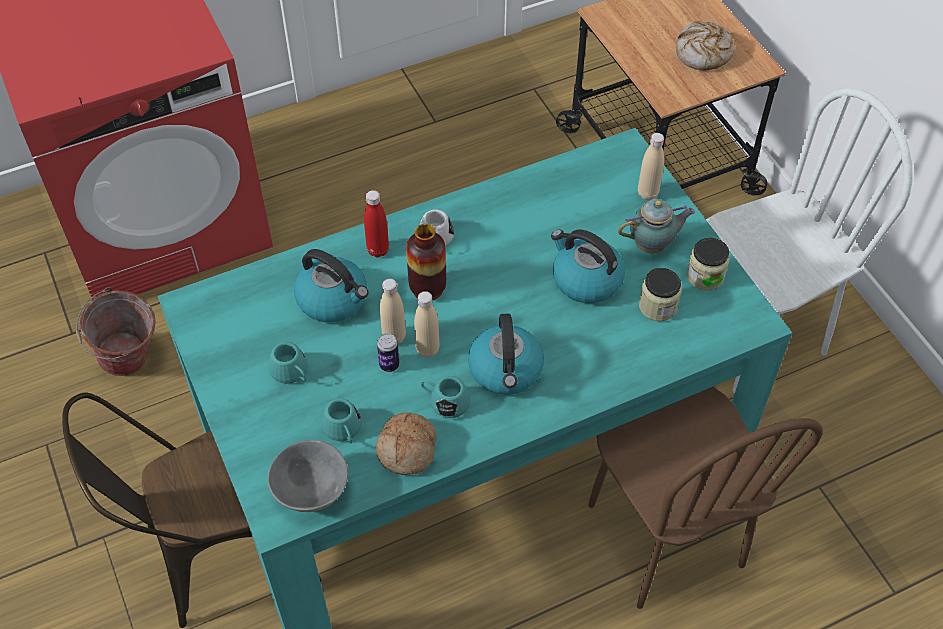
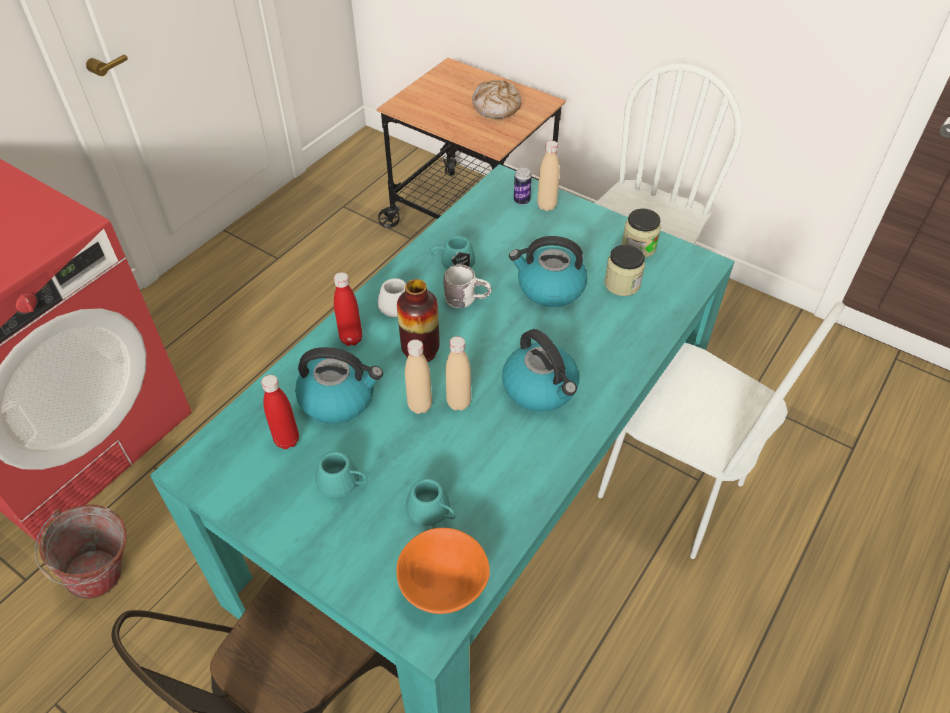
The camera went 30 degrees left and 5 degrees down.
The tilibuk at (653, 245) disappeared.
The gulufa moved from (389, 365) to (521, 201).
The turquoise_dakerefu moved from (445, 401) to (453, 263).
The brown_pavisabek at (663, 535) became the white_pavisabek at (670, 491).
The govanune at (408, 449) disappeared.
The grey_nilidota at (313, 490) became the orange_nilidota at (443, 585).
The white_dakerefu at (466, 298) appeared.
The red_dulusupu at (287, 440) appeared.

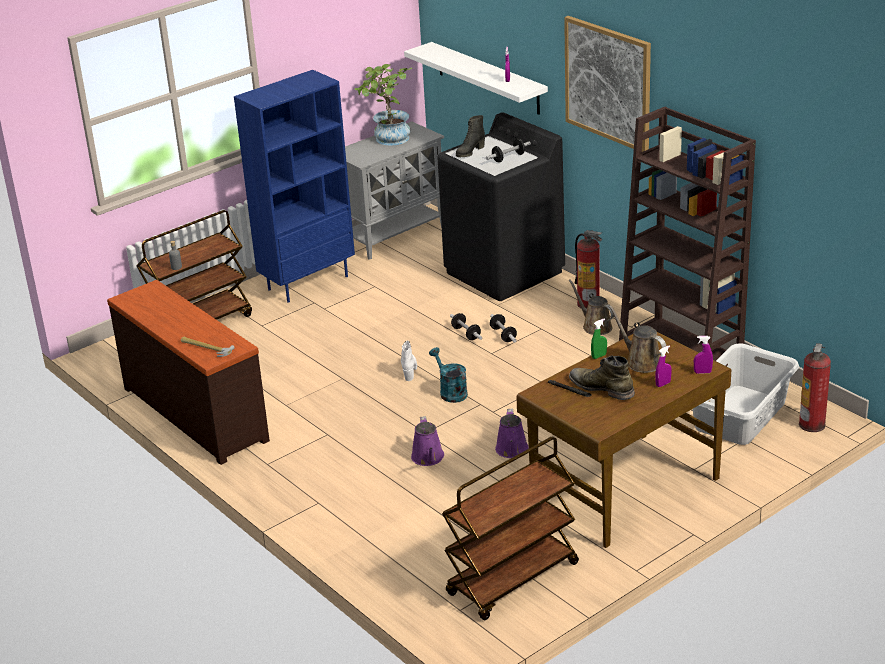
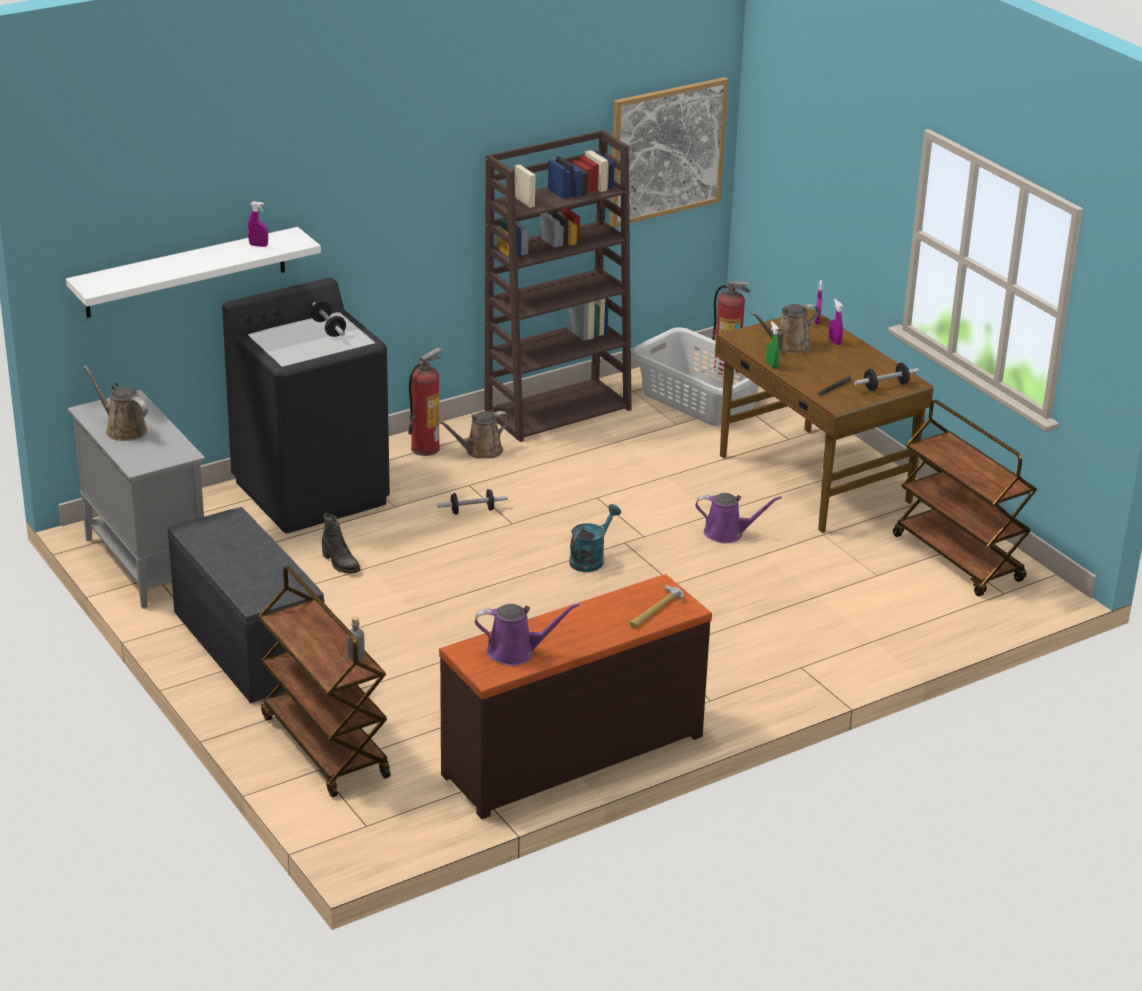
The camera went 85 degrees left and 0 degrees up.
The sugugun moved from (608, 83) to (667, 151).
The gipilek at (388, 140) was replaced by the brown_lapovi at (123, 429).
The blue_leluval at (308, 282) was replaced by the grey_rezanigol at (246, 644).
The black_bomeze moved from (470, 152) to (340, 564).
The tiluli moved from (466, 333) to (885, 386).
The white_bomeze at (409, 370) disappeared.
The turquoise_lapovi at (450, 392) turned 150 degrees clockwise.
The green_bomeze at (601, 387) disappeared.
The purple_lapovi moved from (428, 458) to (516, 652).

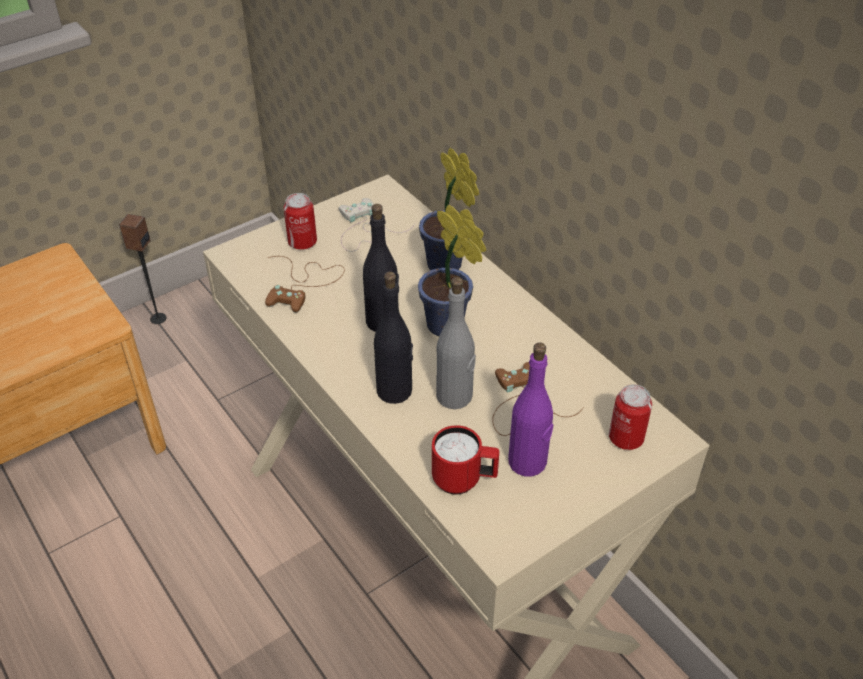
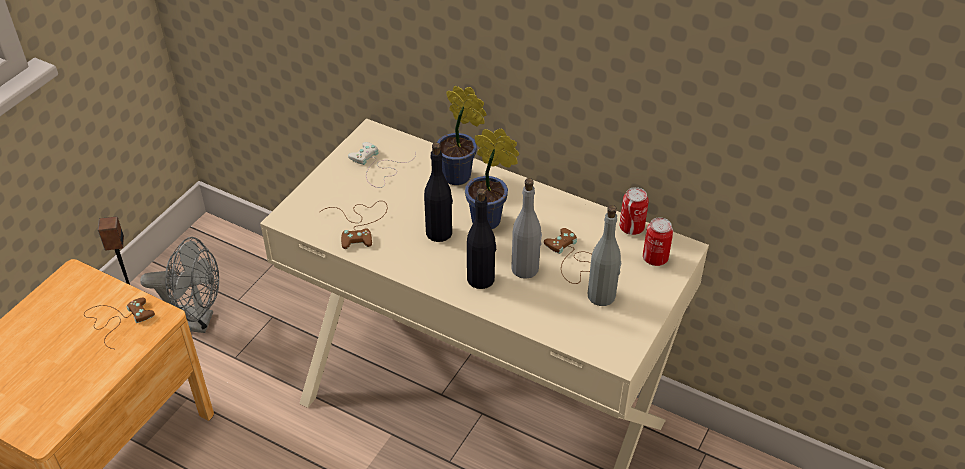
The camera went 25 degrees left and 0 degrees up.
The gulufa moved from (302, 242) to (631, 228).
The purple_dulusupu at (527, 462) became the grey_dulusupu at (602, 296).
The red_dakerefu at (464, 480) disappeared.
The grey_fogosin at (195, 321) appeared.
The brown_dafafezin at (117, 320) appeared.

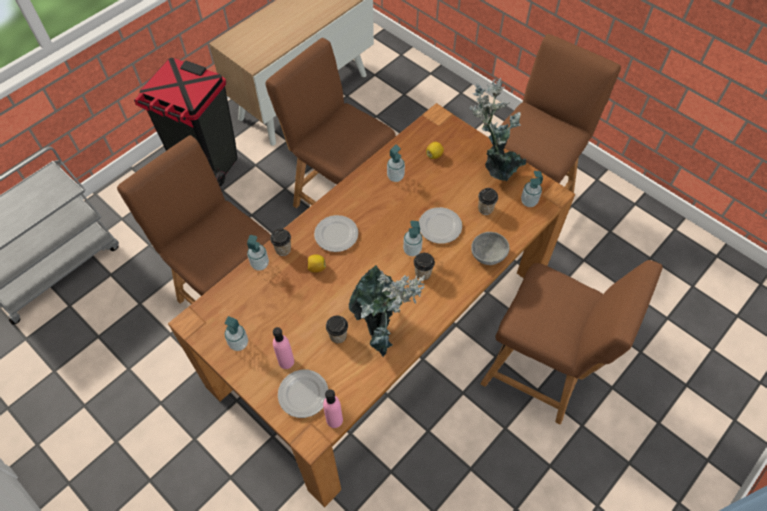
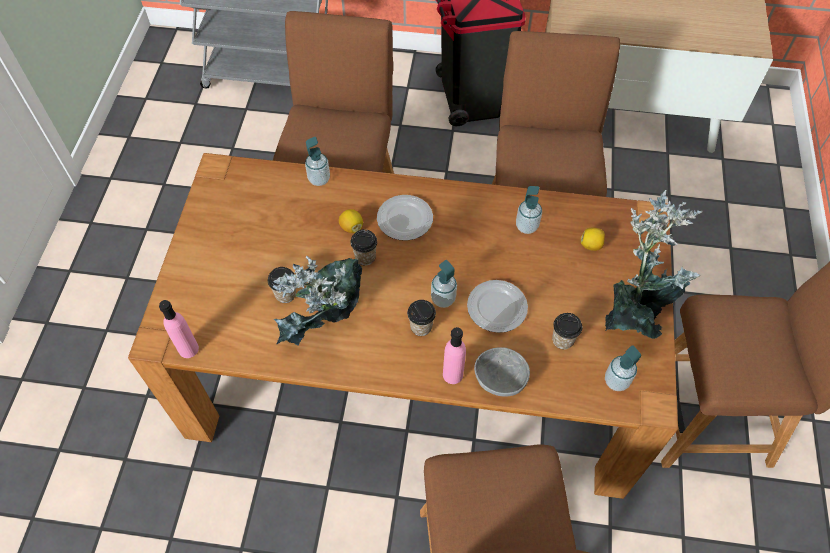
The camera went 55 degrees right and 0 degrees up.
The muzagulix moved from (283, 249) to (365, 257).
The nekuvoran at (239, 343) disappeared.
The pink_dulusupu moved from (286, 361) to (452, 374).
The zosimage at (303, 394) disappeared.

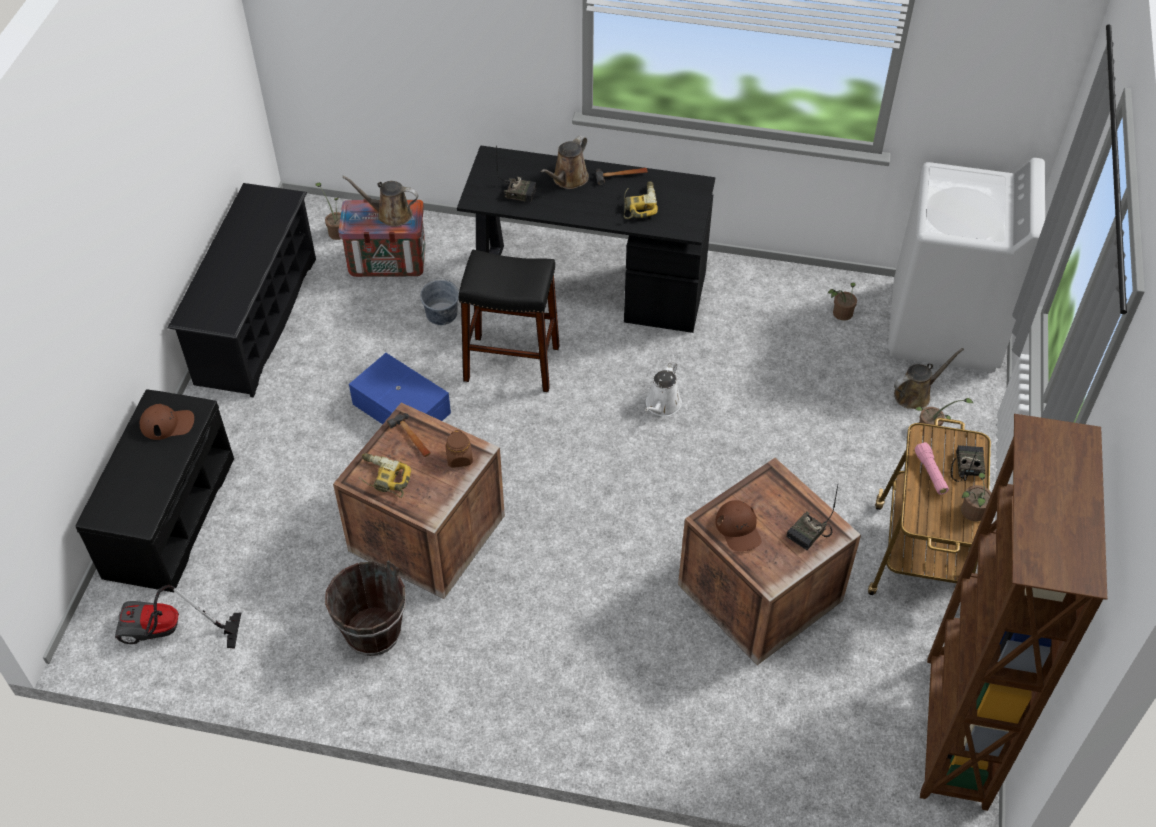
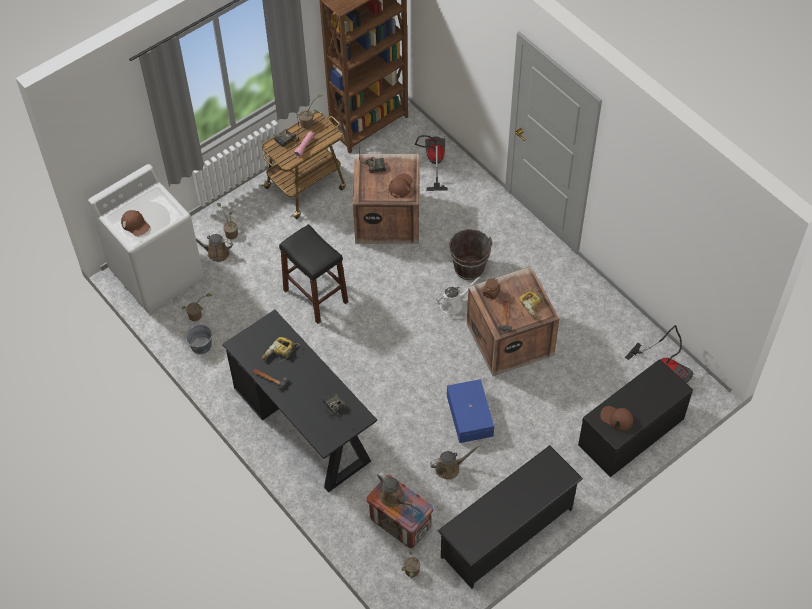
The camera went 140 degrees left and 5 degrees up.
The brown_lapovi moved from (568, 179) to (450, 468).
The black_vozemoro moved from (511, 363) to (315, 296).
The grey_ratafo moved from (441, 314) to (201, 346).
The white_lapovi moved from (662, 406) to (453, 304).
The brown_ratafo moved from (373, 632) to (469, 268).
The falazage at (433, 162) appeared.
The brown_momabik at (135, 224) appeared.

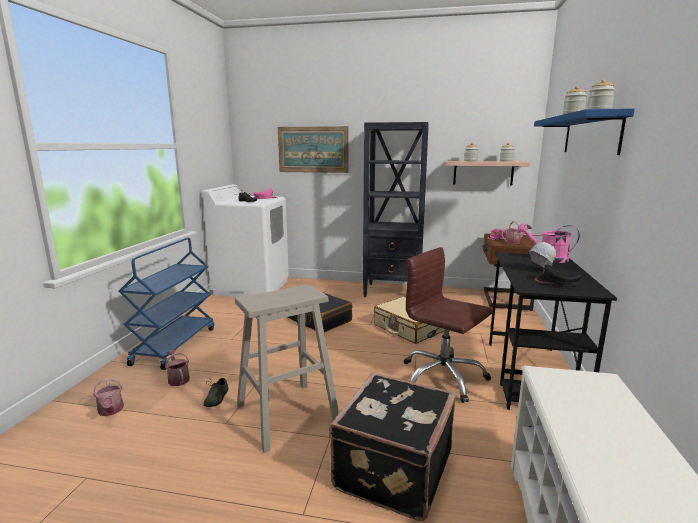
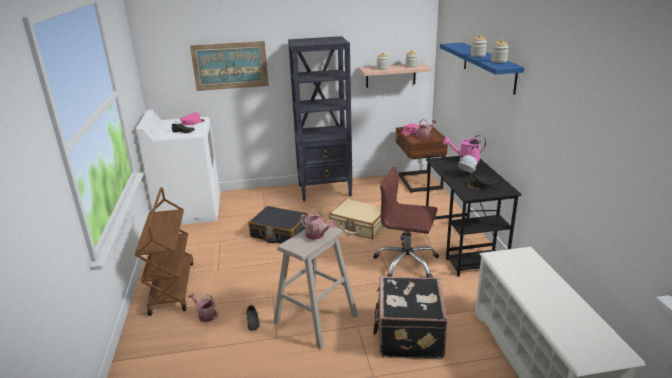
The camera went 20 degrees left and 10 degrees up.
The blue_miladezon at (175, 345) became the brown_miladezon at (172, 287).
The lapovi moved from (111, 411) to (317, 235).

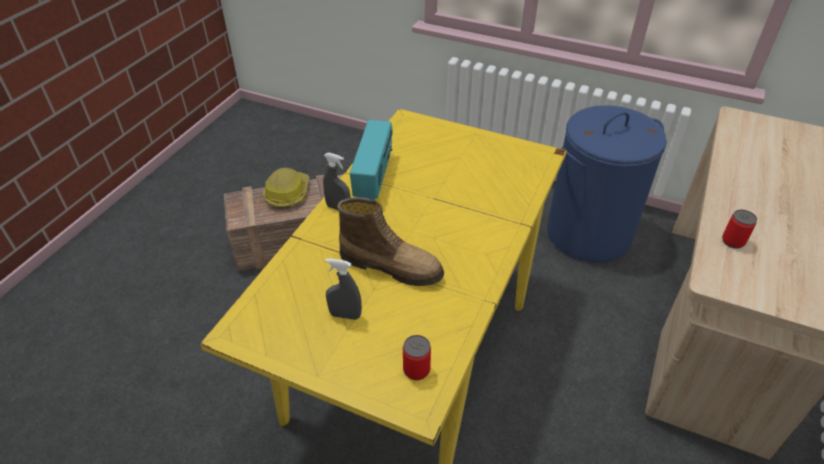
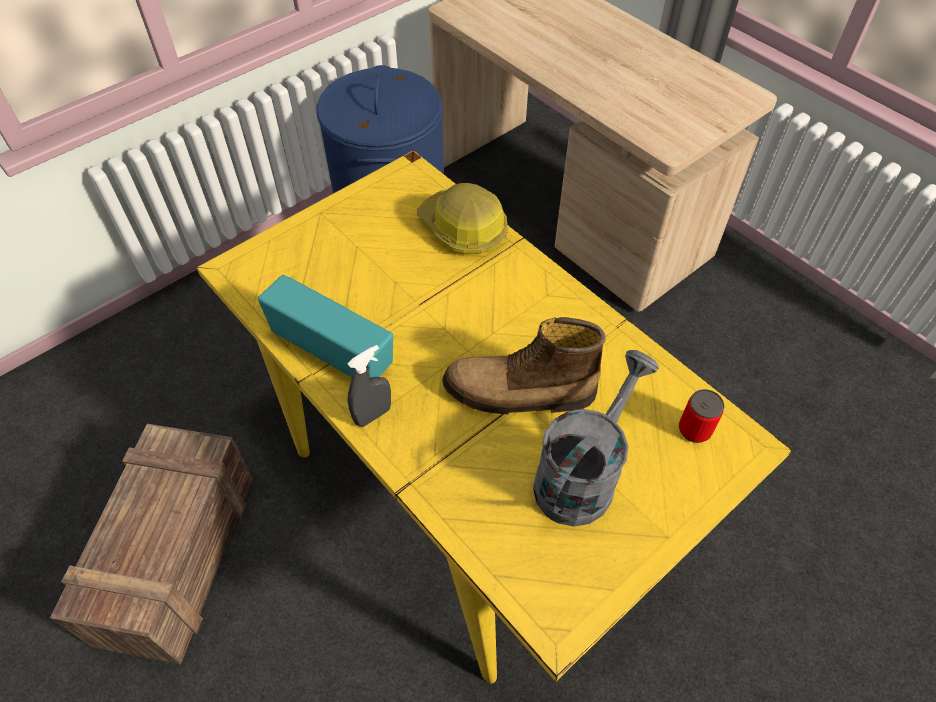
The camera went 65 degrees left and 10 degrees up.
The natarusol moved from (287, 194) to (463, 229).
The bomeze at (391, 265) turned 135 degrees counterclockwise.
The gulufa at (733, 241) disappeared.
The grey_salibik at (345, 315) was replaced by the grey_lapovi at (581, 474).

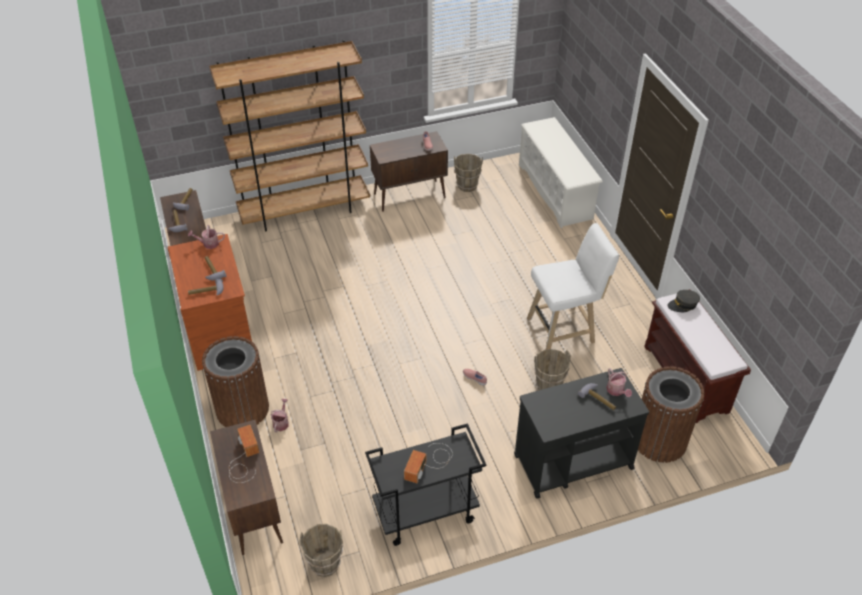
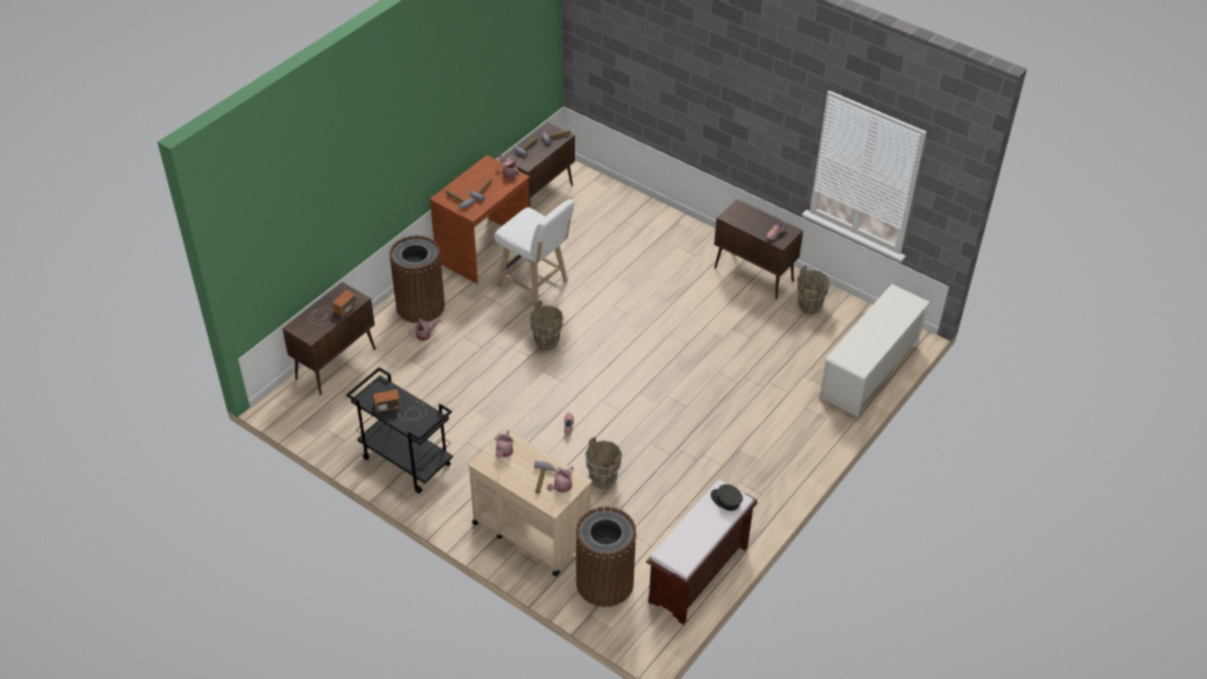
The camera went 55 degrees right and 0 degrees up.
The brown_leluval at (305, 210) disappeared.
The white_vozemoro moved from (564, 330) to (536, 285).
The black_miladezon at (572, 461) became the beige_miladezon at (530, 531).
The brown_ratafo moved from (325, 564) to (546, 342).
The lapovi at (504, 453) appeared.

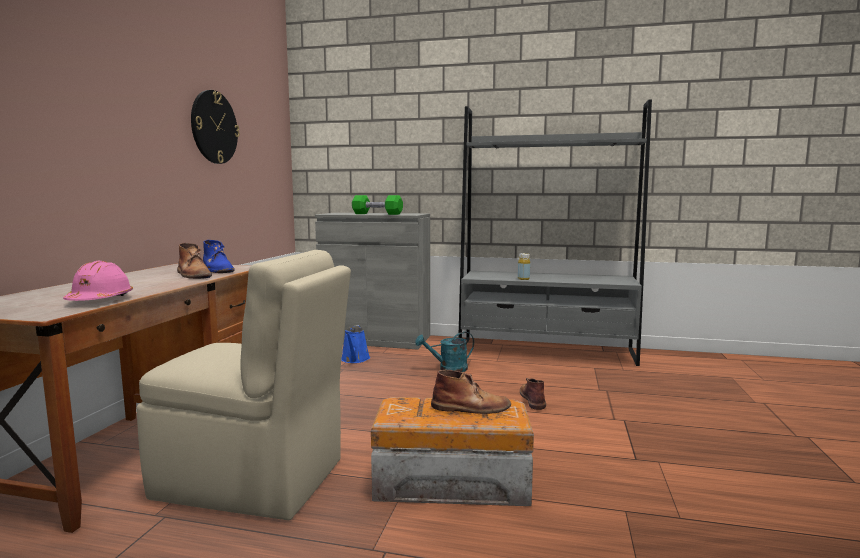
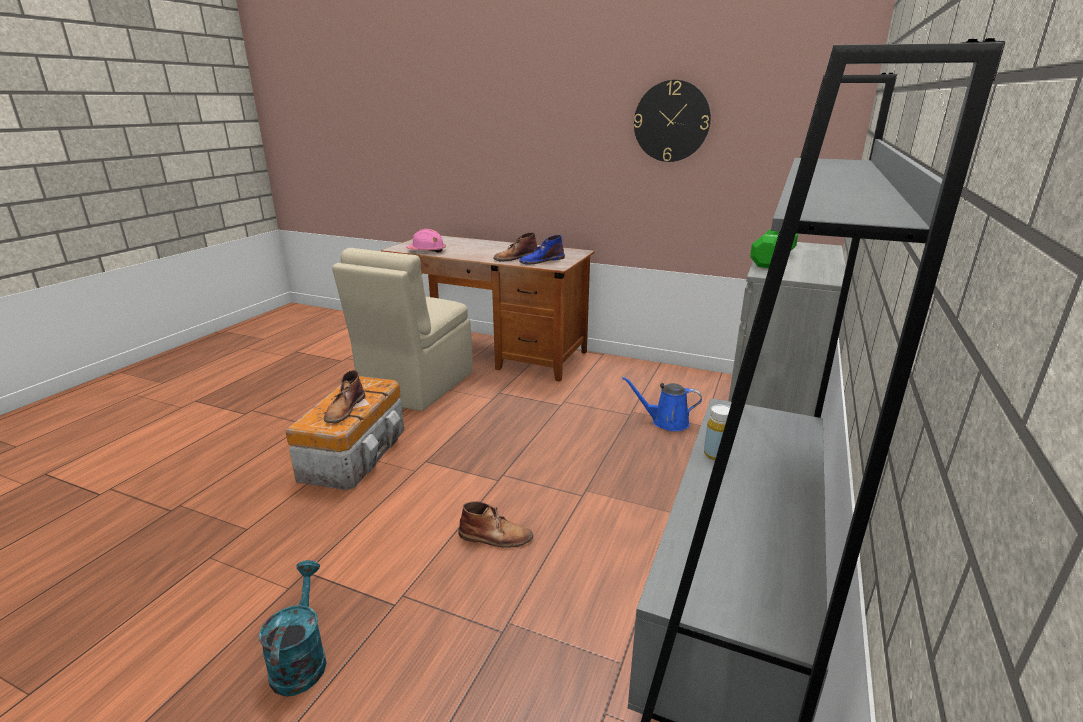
The camera went 100 degrees right and 15 degrees up.
The turquoise_lapovi moved from (448, 369) to (301, 659).

